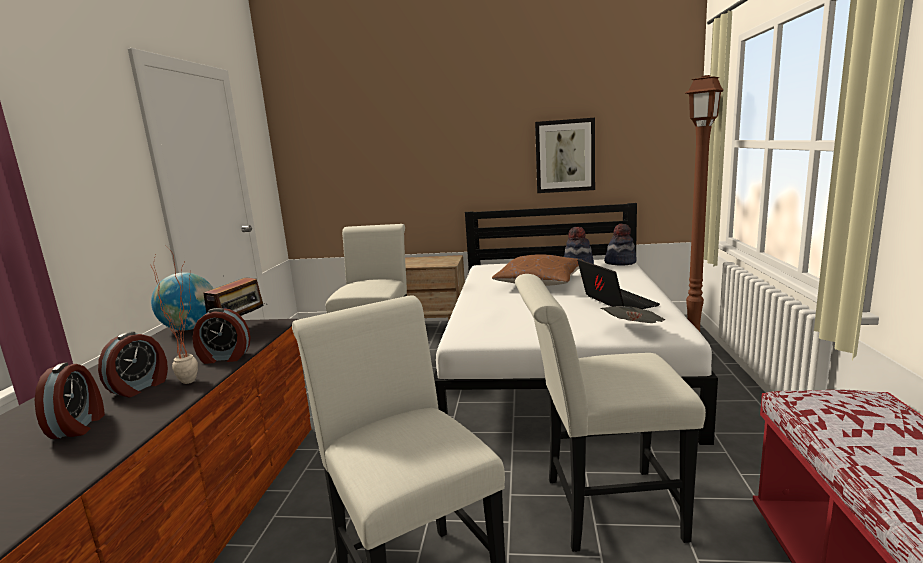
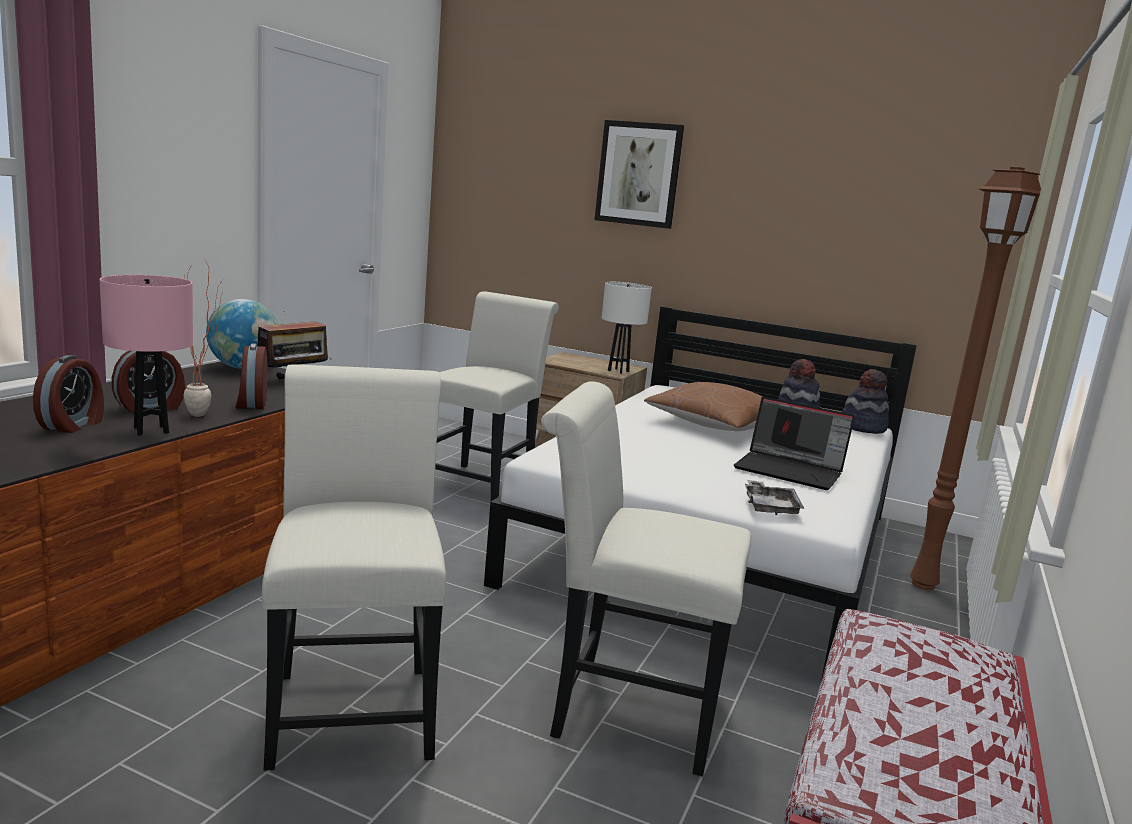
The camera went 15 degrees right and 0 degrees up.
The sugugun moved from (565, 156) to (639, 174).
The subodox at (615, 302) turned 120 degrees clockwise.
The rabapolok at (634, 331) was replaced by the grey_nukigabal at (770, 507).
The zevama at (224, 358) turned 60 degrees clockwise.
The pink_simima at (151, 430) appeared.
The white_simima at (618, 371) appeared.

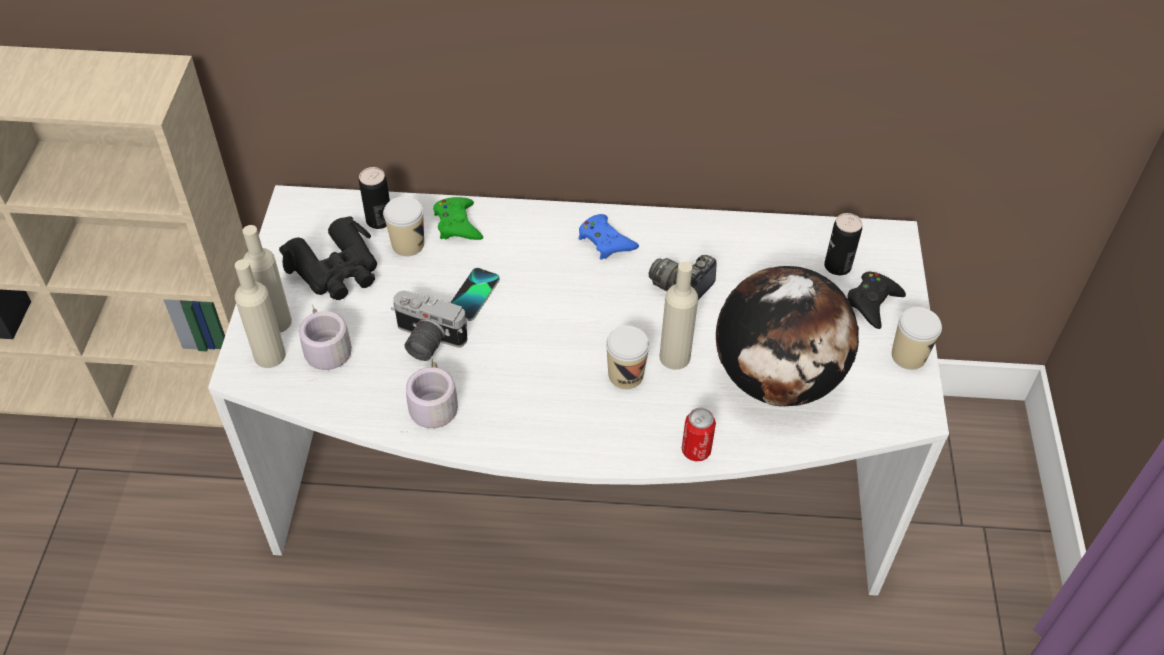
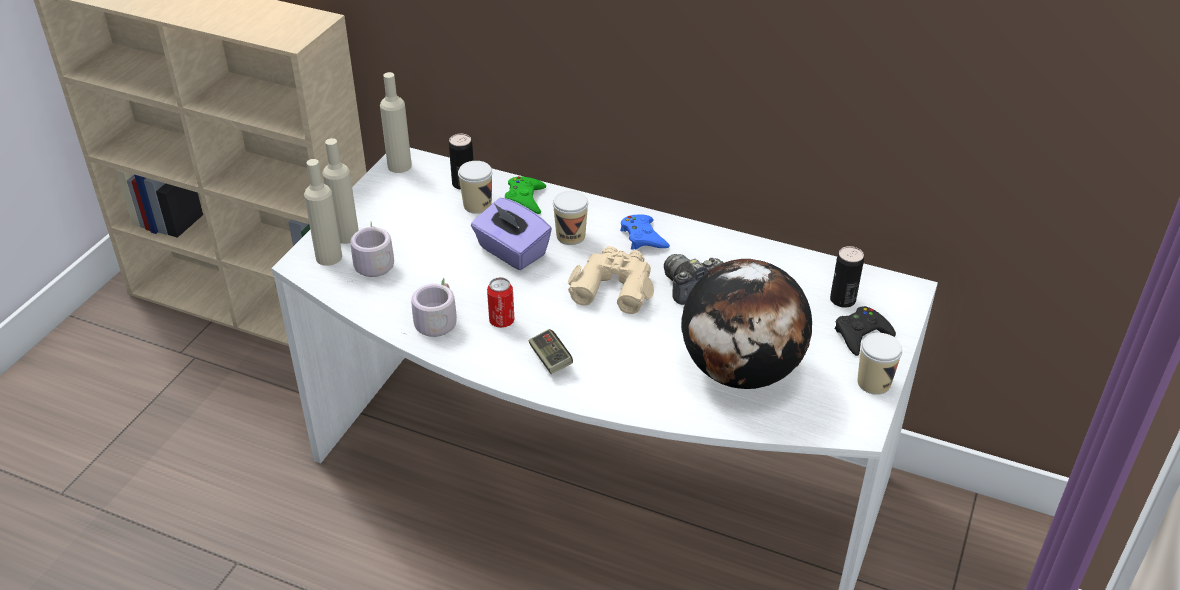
The camera went 20 degrees right and 10 degrees down.
The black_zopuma at (336, 270) disappeared.
The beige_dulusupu moved from (674, 357) to (399, 166).
The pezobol at (473, 295) was replaced by the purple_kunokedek at (511, 252).
The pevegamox at (425, 342) disappeared.
The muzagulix moved from (625, 375) to (570, 236).
The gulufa moved from (696, 450) to (501, 321).
The beige_zopuma at (614, 286) appeared.
The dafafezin at (550, 359) appeared.

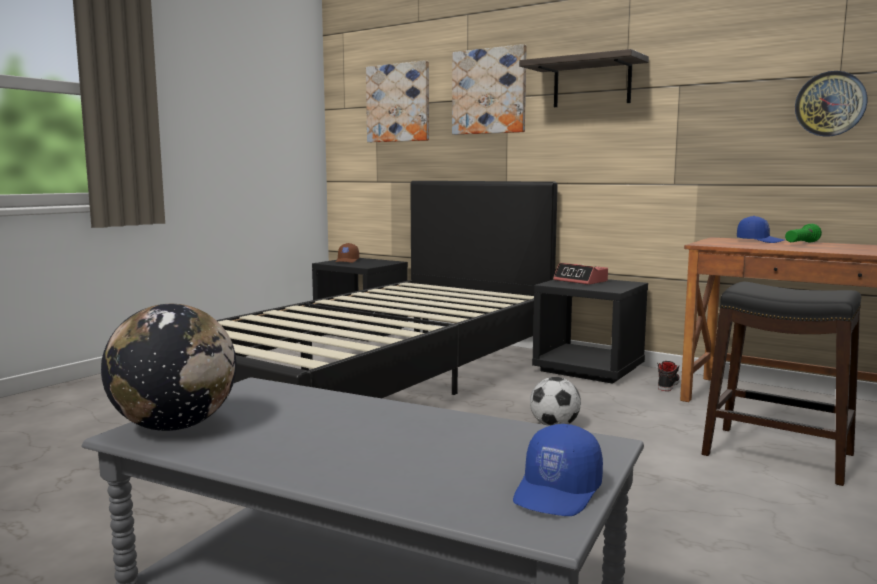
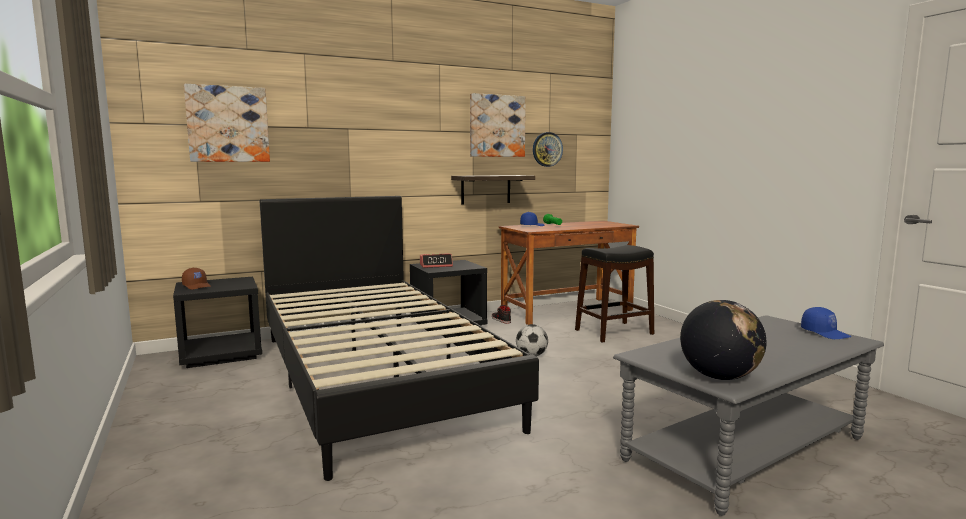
The camera went 60 degrees left and 0 degrees up.
The sugugun moved from (489, 91) to (497, 126).
The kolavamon moved from (592, 83) to (485, 189).

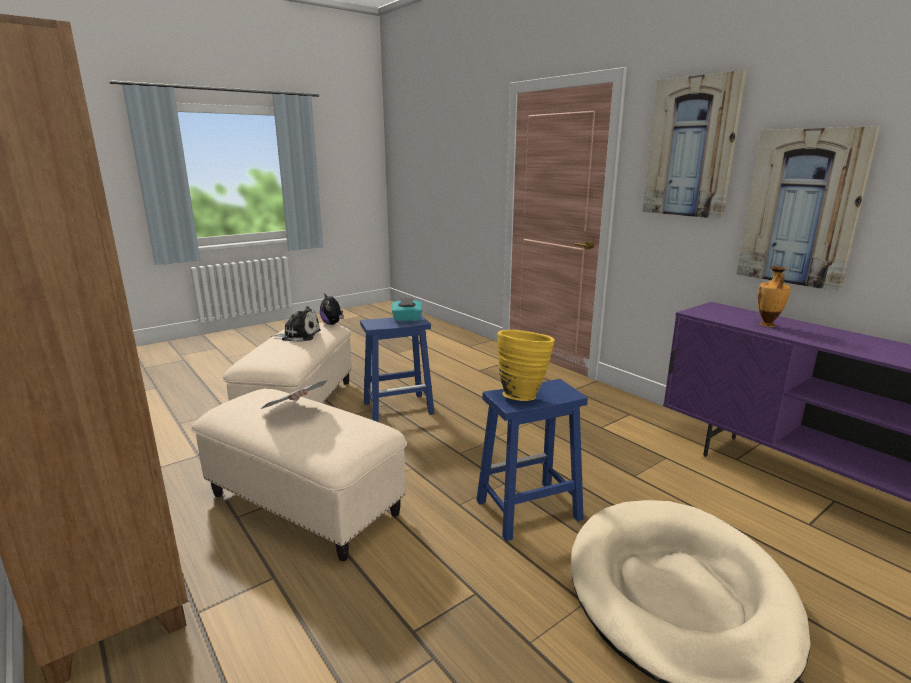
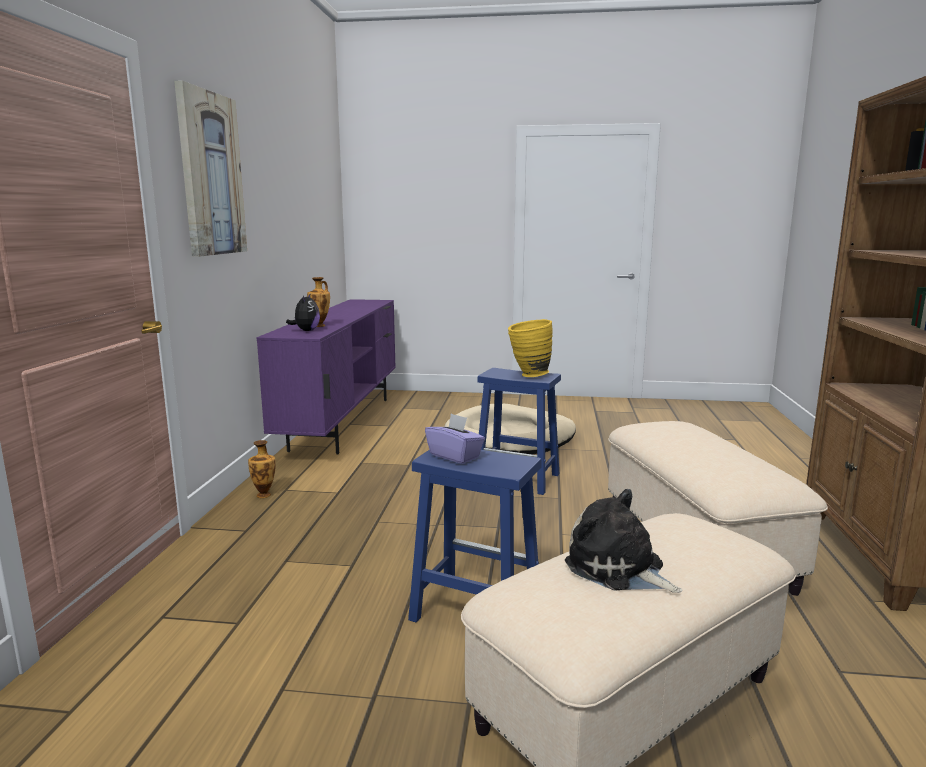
The camera went 135 degrees left and 5 degrees down.
The sugugun at (801, 208) disappeared.
The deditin moved from (332, 324) to (306, 331).
The turquoise_kunokedek at (407, 319) became the purple_kunokedek at (455, 456).
The rabapolok at (295, 411) disappeared.
The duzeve at (264, 494) appeared.

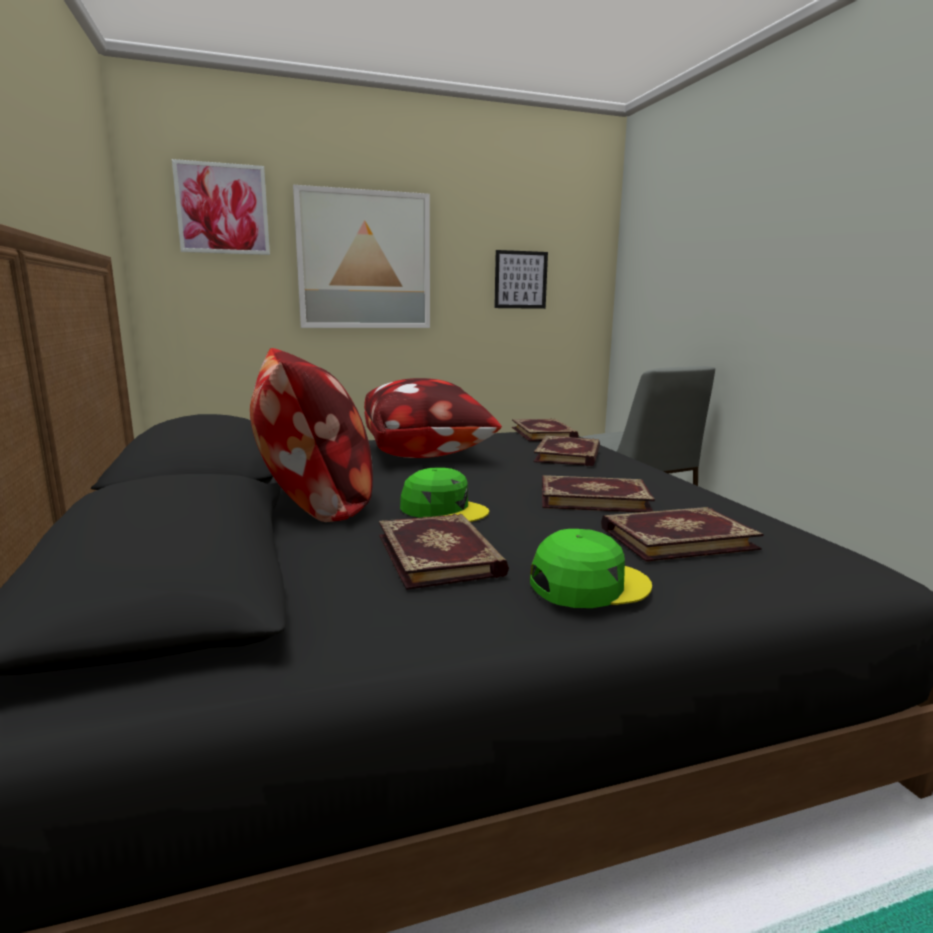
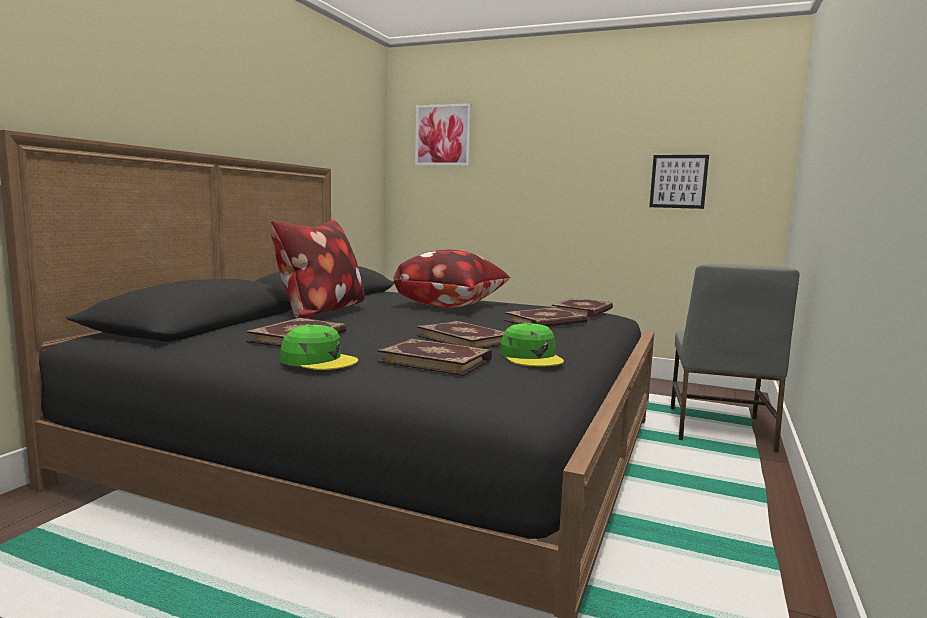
The camera went 40 degrees right and 5 degrees down.
The sugugun at (364, 260) disappeared.
The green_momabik moved from (443, 510) to (531, 357).

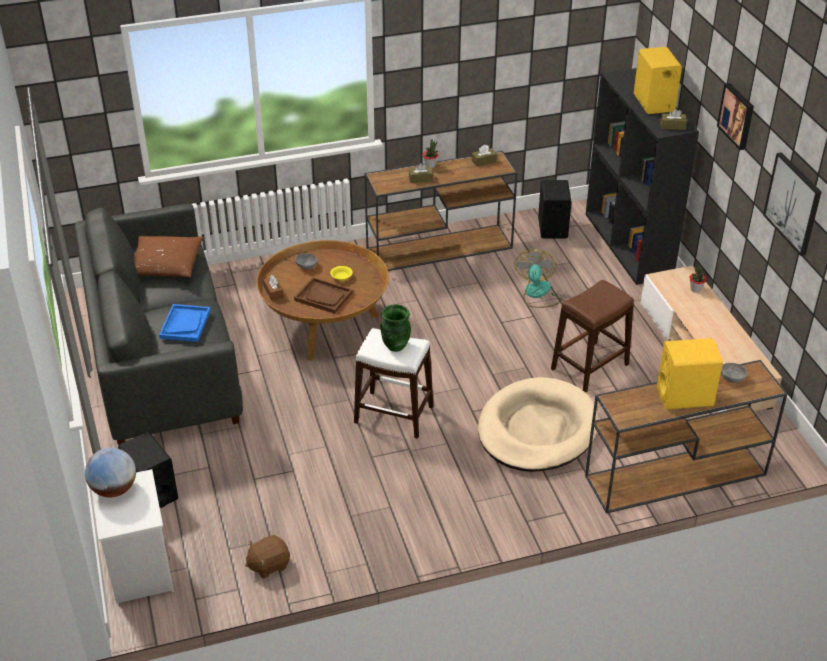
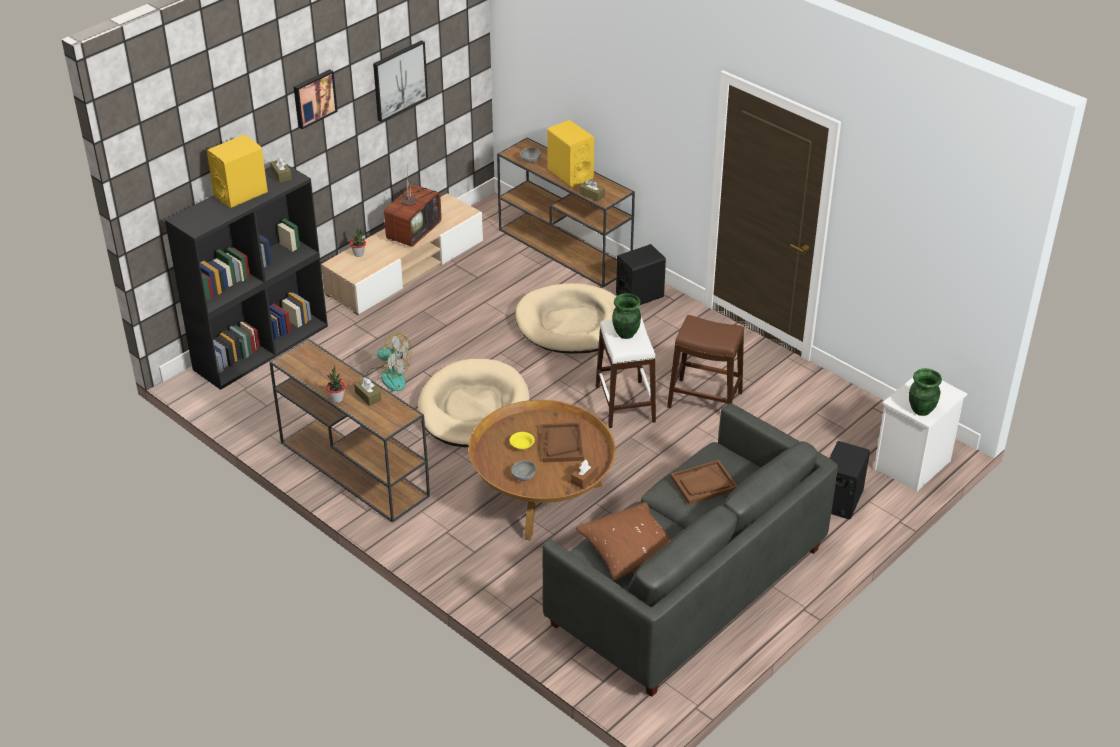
The camera went 120 degrees left and 0 degrees up.
The brown_kunokedek moved from (484, 161) to (592, 195).
The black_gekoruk moved from (552, 228) to (640, 295).
The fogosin at (537, 294) turned 135 degrees counterclockwise.
The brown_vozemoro moved from (589, 367) to (705, 400).
The blue_nukigabal at (185, 324) became the brown_nukigabal at (703, 484).
The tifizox at (114, 489) was replaced by the green_duzeve at (921, 410).
The brown_deditin at (268, 565) disappeared.
The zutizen at (413, 231) appeared.
The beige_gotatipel at (473, 408) appeared.

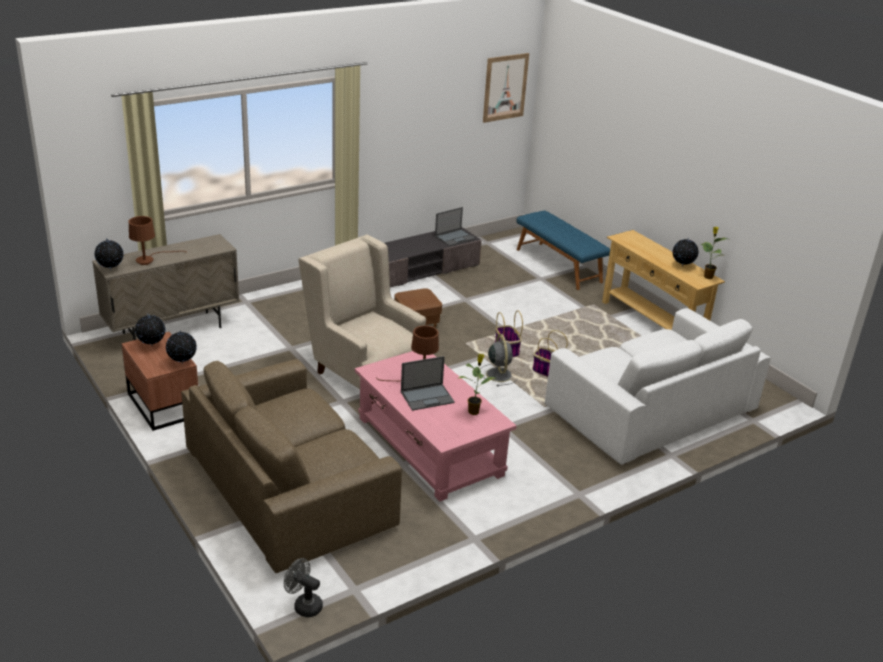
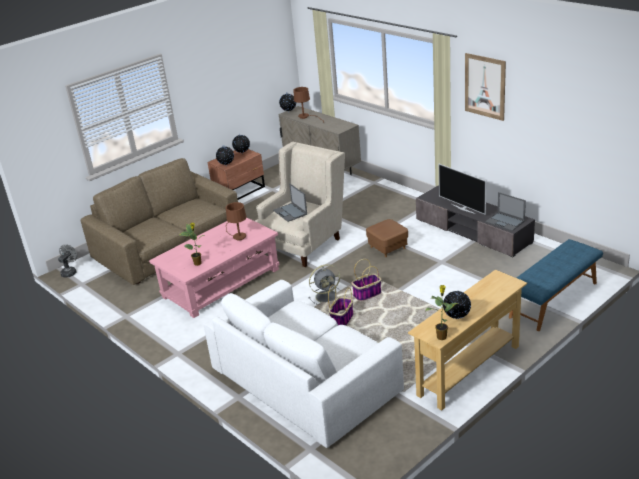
The camera went 85 degrees right and 0 degrees up.
The sugugun moved from (505, 87) to (485, 86).
The subodox moved from (427, 397) to (290, 212).
The zutizen at (463, 208) appeared.

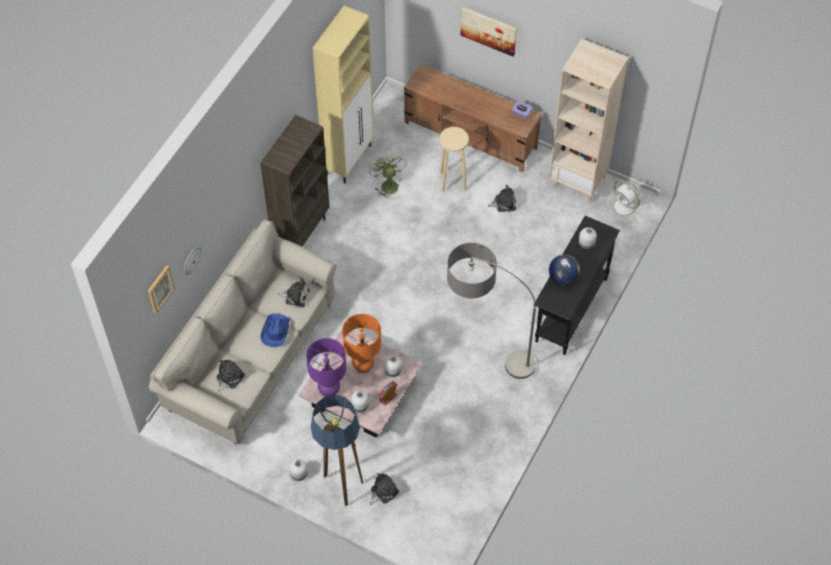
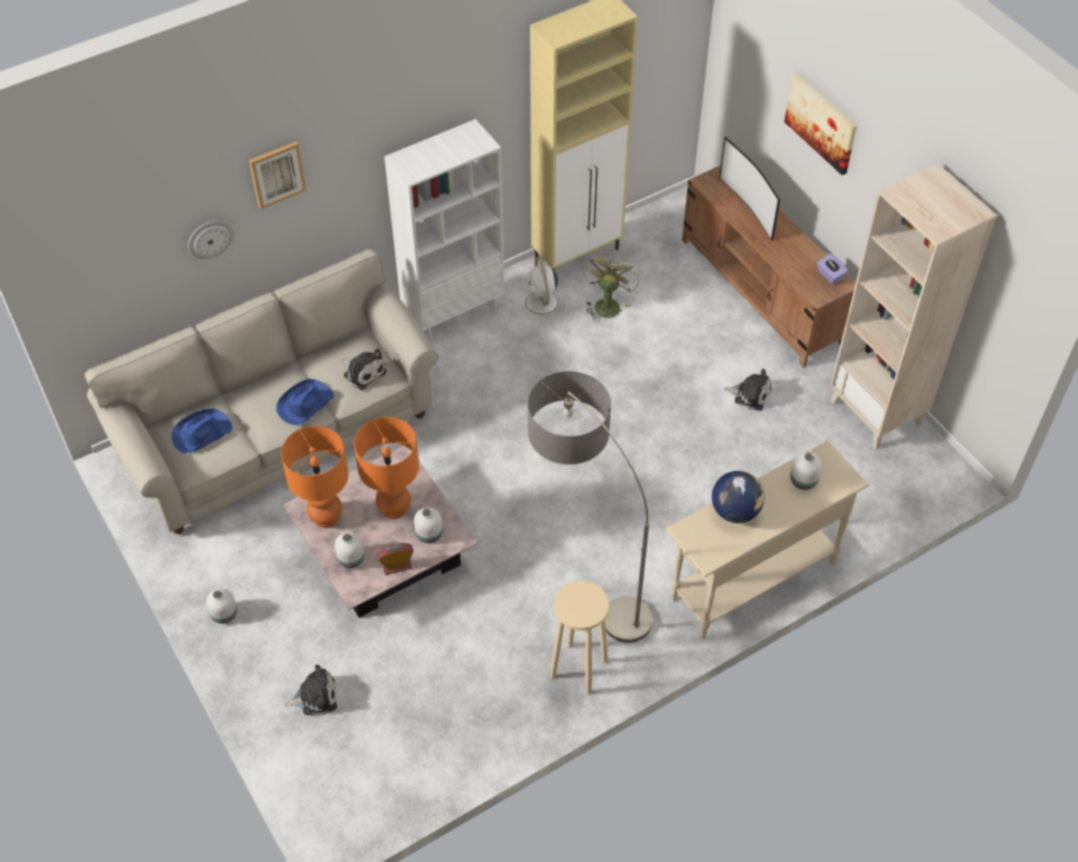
The camera went 30 degrees right and 5 degrees down.
The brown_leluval at (301, 232) became the white_leluval at (454, 313).
The beige_vozemoro moved from (452, 181) to (578, 668).
The white_fogosin moved from (625, 207) to (542, 303).
The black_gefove at (570, 310) became the beige_gefove at (752, 580).
The sugugun moved from (160, 288) to (277, 174).
The purple_simima at (329, 390) became the orange_simima at (326, 517).
The deditin at (229, 377) was replaced by the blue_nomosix at (201, 433).
The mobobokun at (341, 485) disappeared.
The zutizen at (748, 207) appeared.

